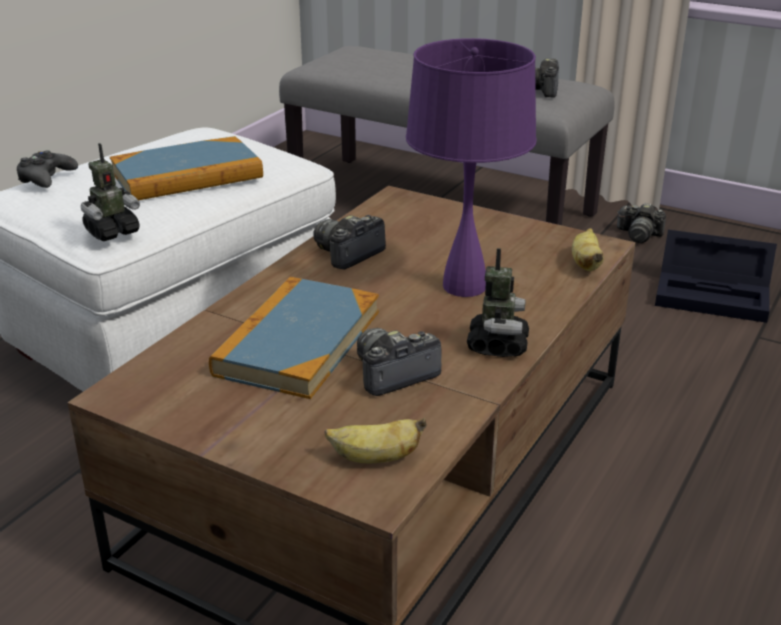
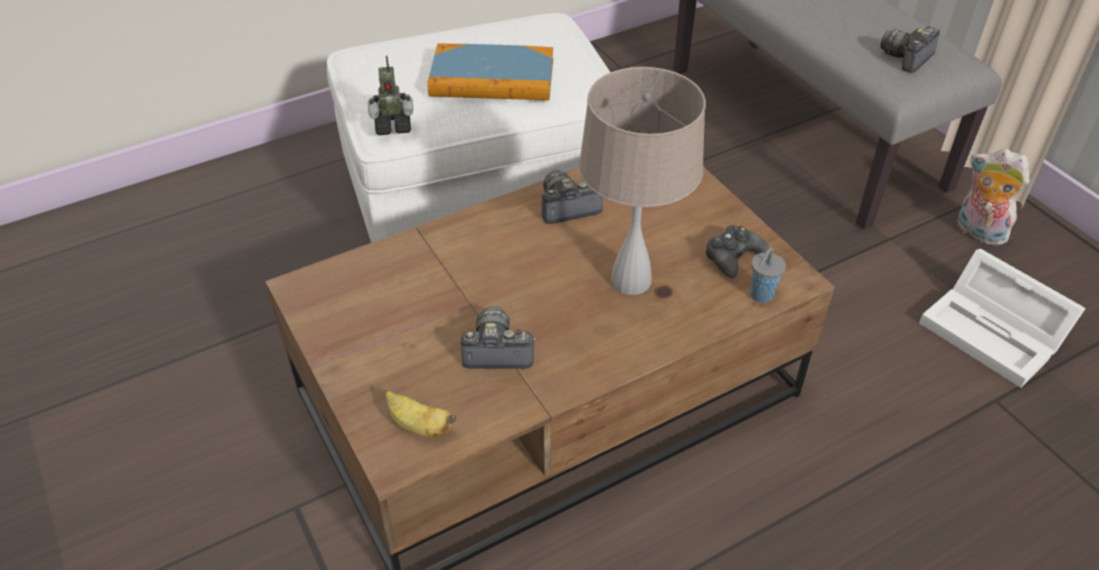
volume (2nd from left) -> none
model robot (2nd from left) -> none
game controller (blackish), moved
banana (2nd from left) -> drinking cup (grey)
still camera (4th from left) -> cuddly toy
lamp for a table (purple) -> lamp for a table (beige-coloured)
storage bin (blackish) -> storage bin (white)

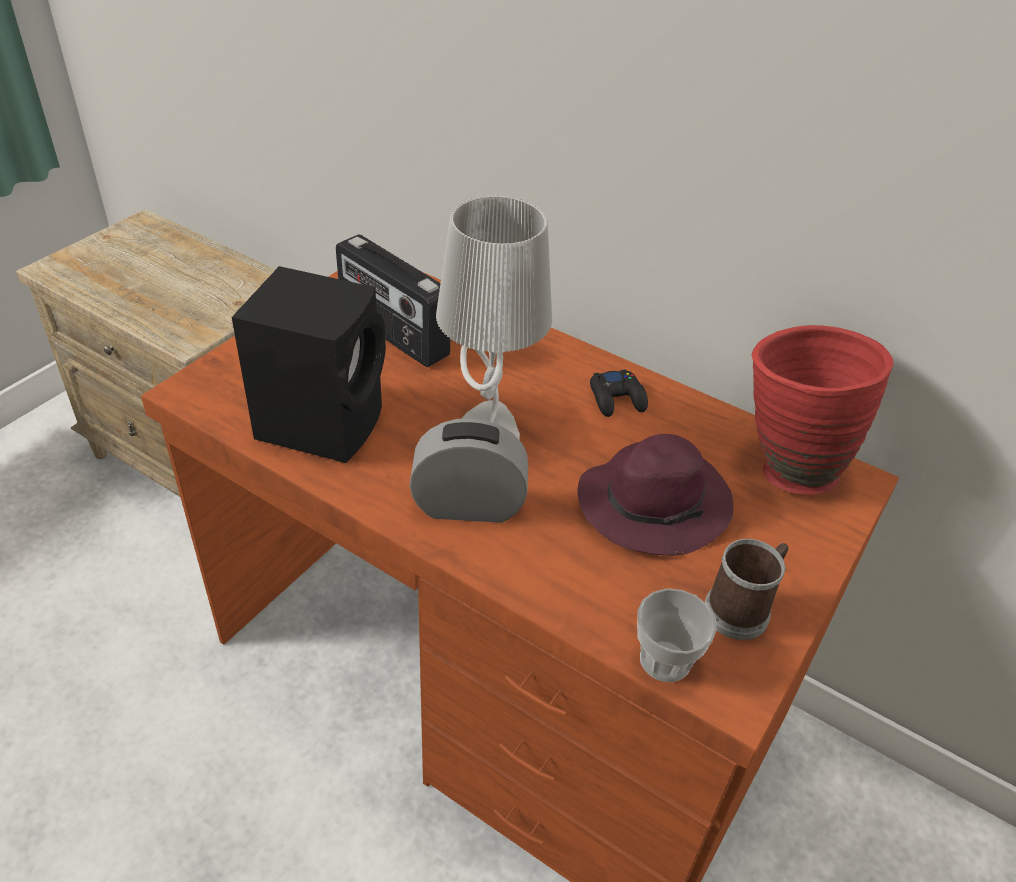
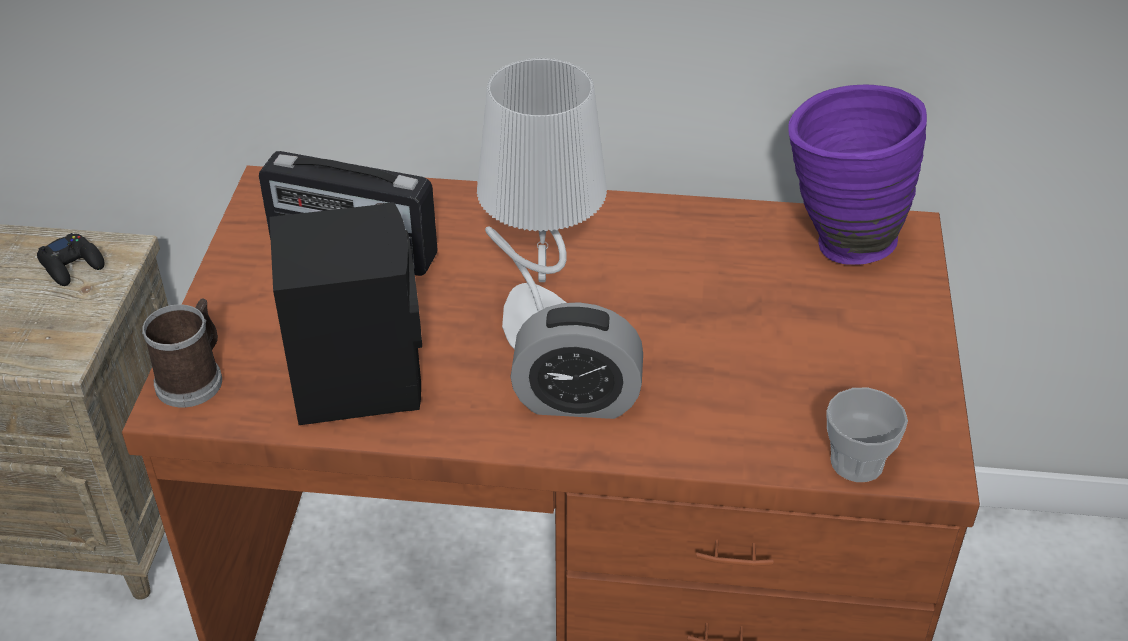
hat (purple) -> none
game controller (blackish), moved
coffee mug, moved
decorative vase (red) -> decorative vase (purple)
bedside clock, 150 degrees counterclockwise

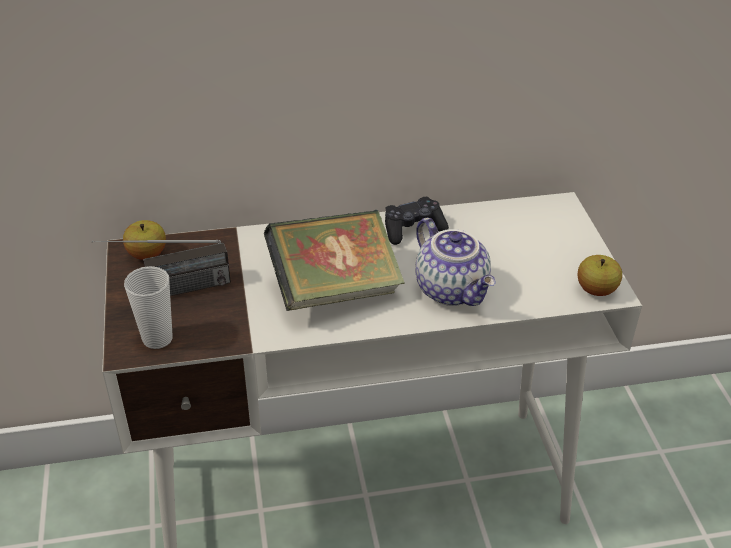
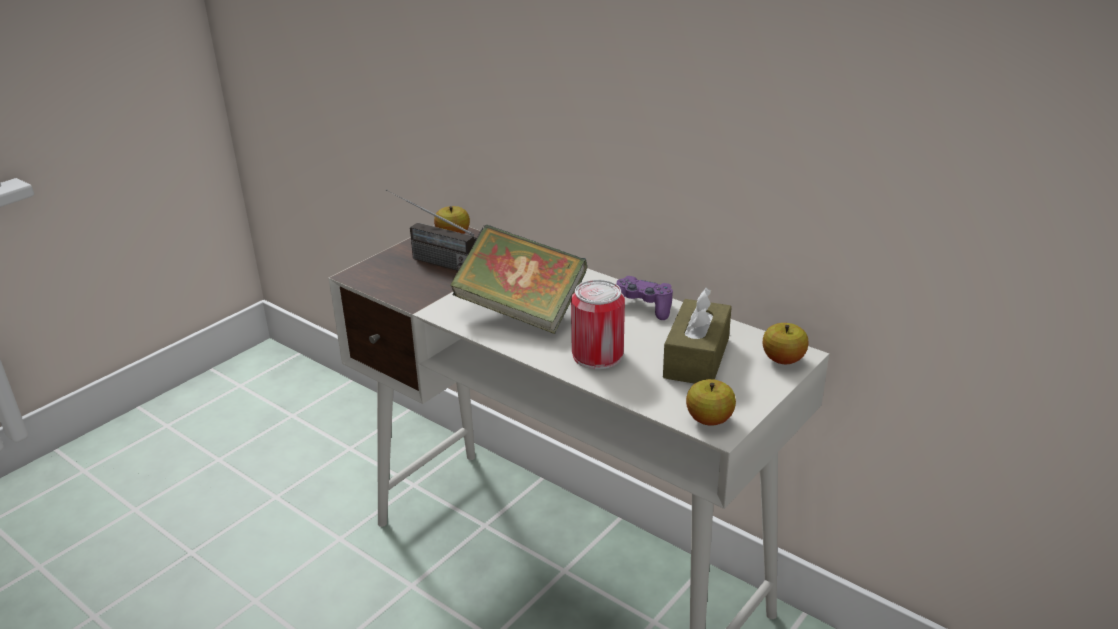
drinking cup -> none
none -> tissue holder (brownish)
none -> apple (3rd from left)
pot for tea -> metal can
game controller (blackish) -> game controller (purple)

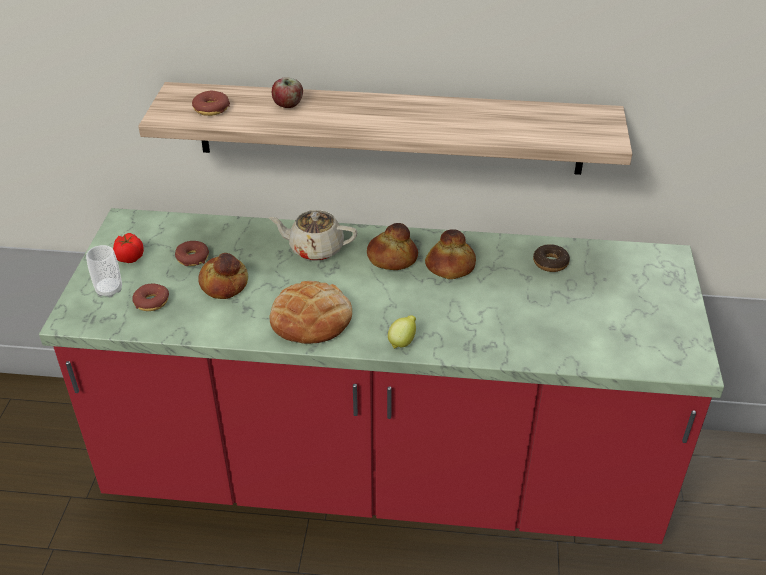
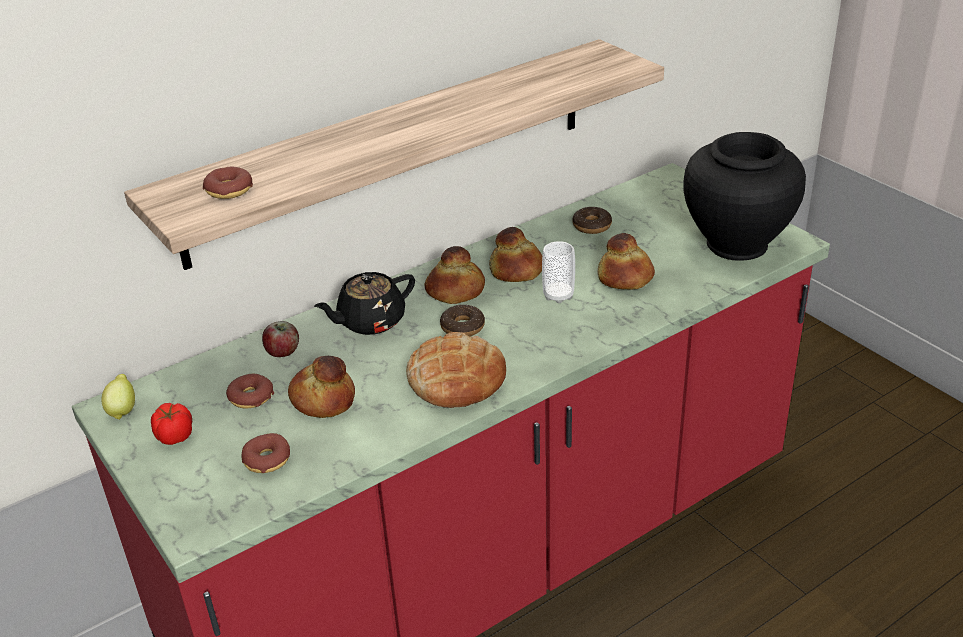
none -> donut (4th from left)
none -> bread (5th from left)
none -> decorative vase (blackish)
drinking cup, moved
apple, moved
lemon, moved
pot for tea (beige-coloured) -> pot for tea (blackish)

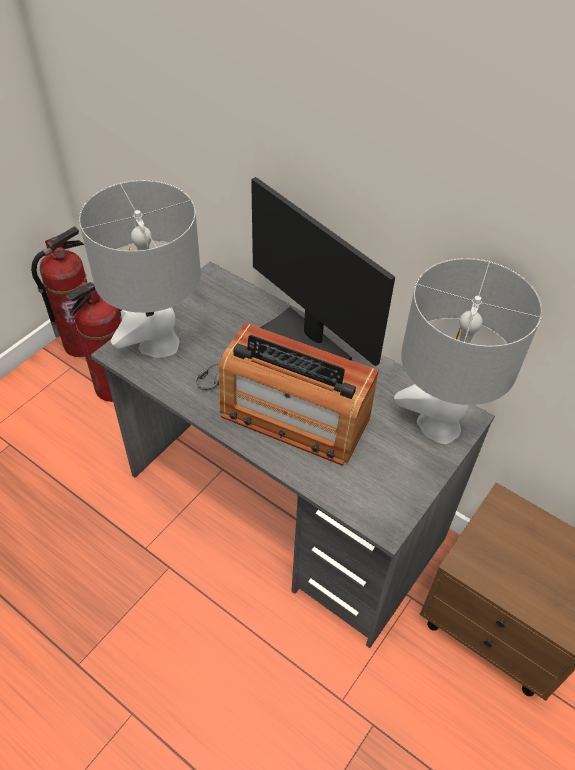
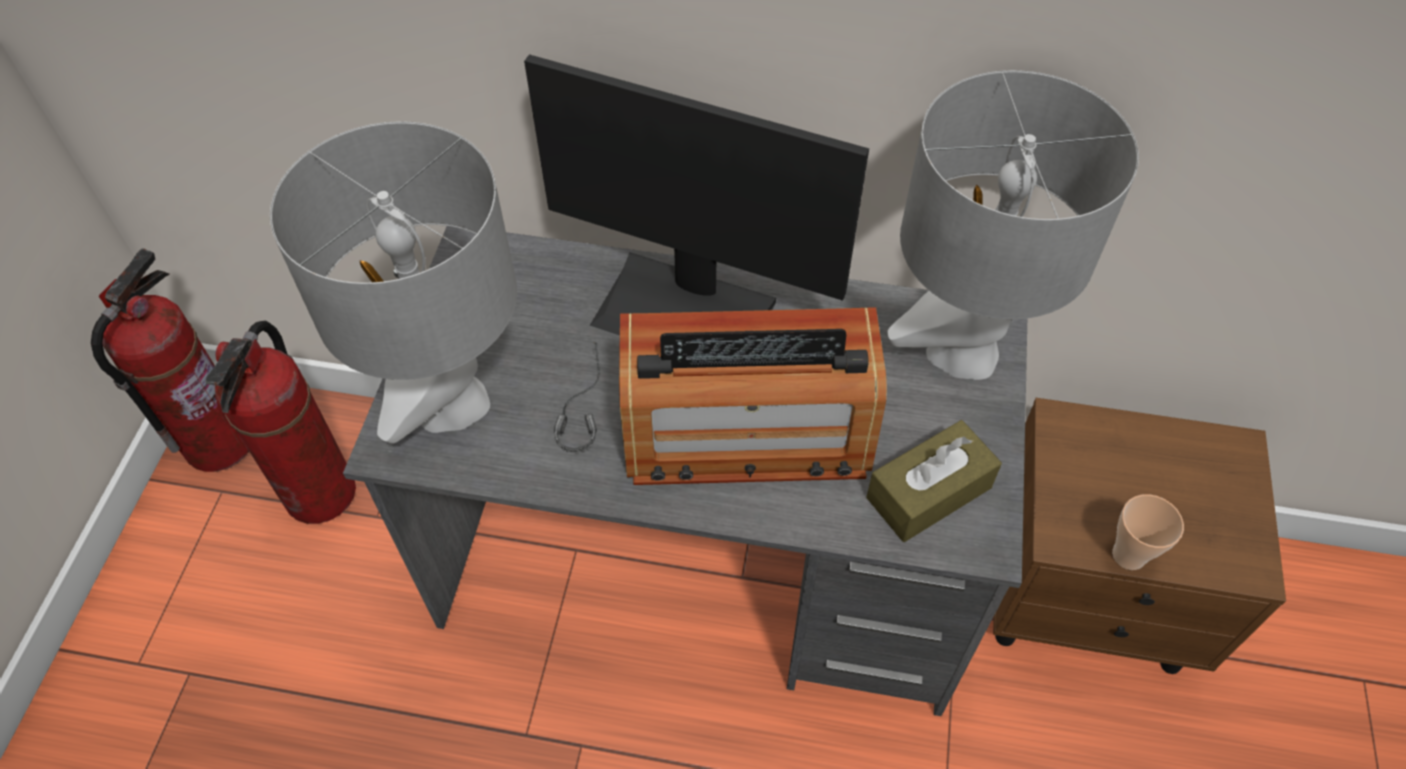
none -> tissue holder (brownish)
none -> drinking cup

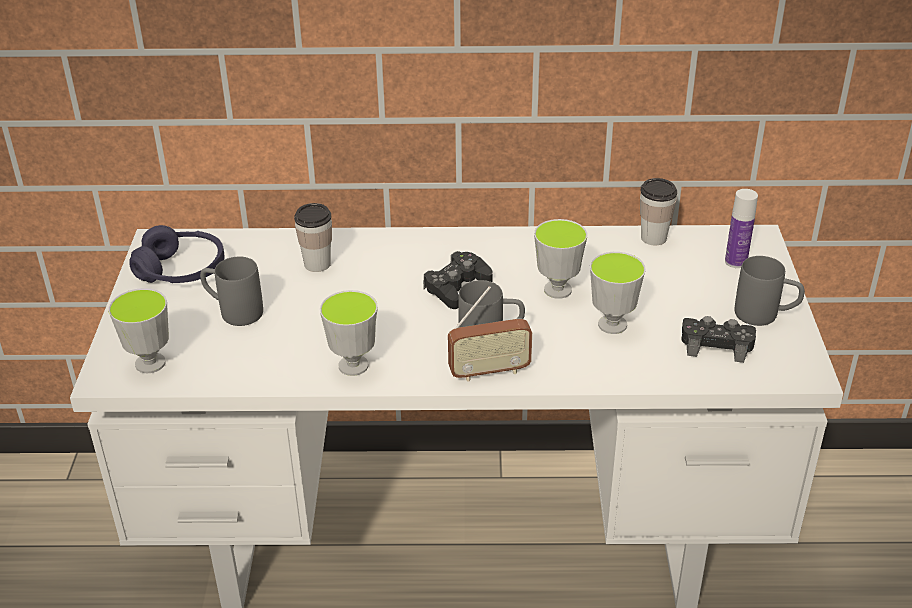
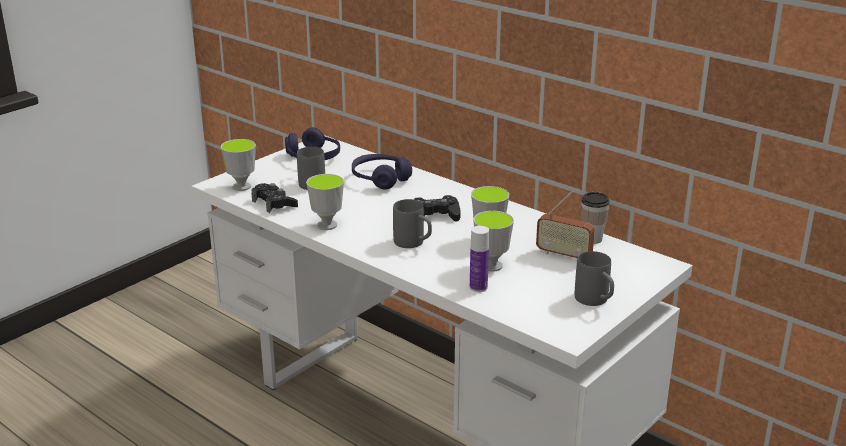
radio, moved
game controller (blackish) (2nd from left in the first image) -> game controller (blackish) (1st from left), moved
bottle, moved
drinking cup (2nd from left) -> pair of headphones (purple) (2nd from left)

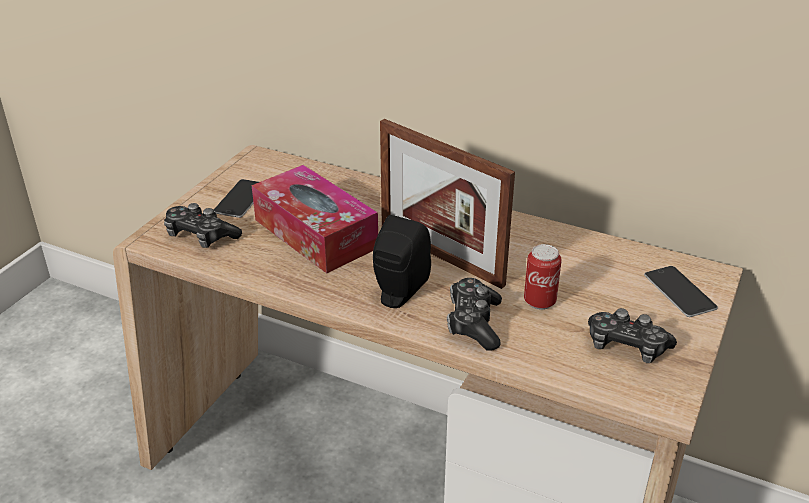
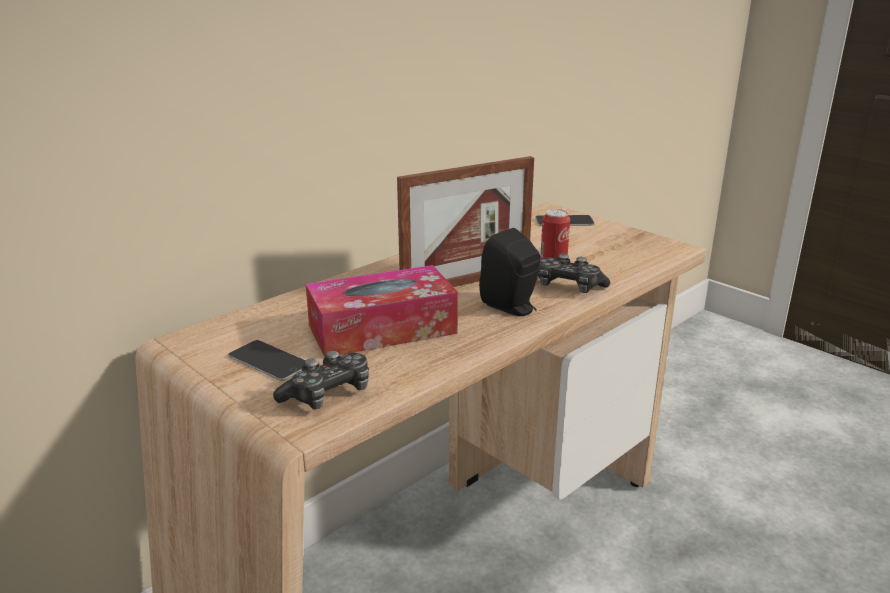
game controller (3rd from left) -> none

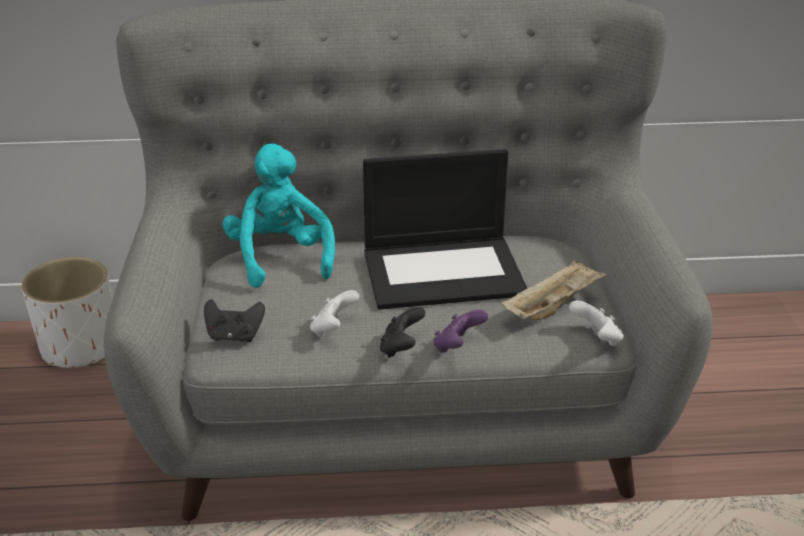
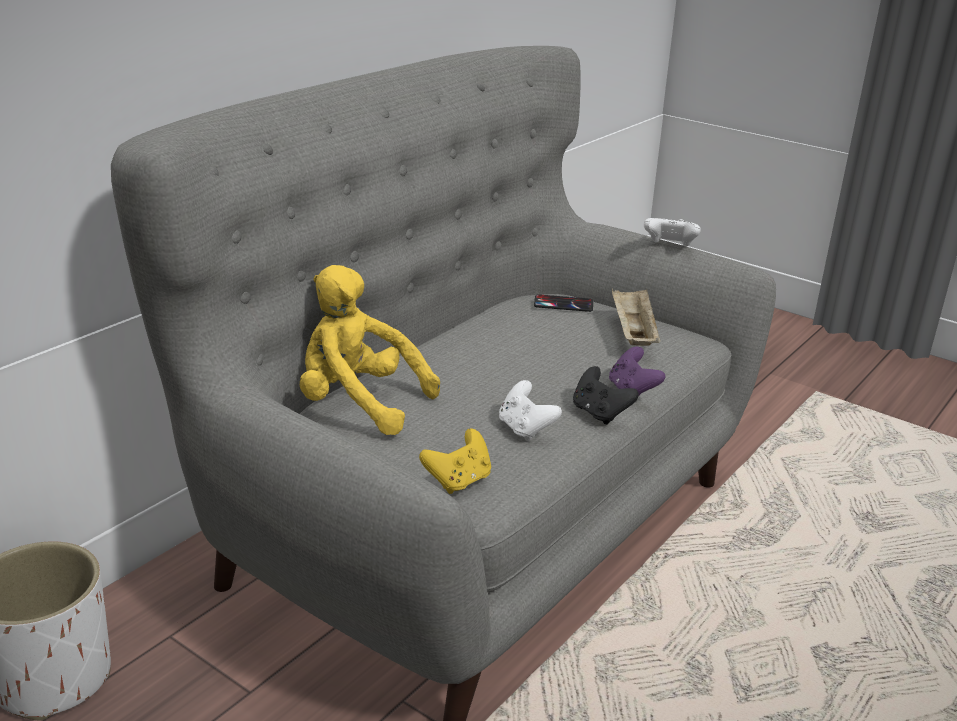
notebook computer -> none
none -> phone
game controller (white) (2nd from left), moved
game controller (blackish) (1st from left) -> game controller (yellow-coloured)
cuddly toy (turquoise) -> cuddly toy (yellow-coloured)

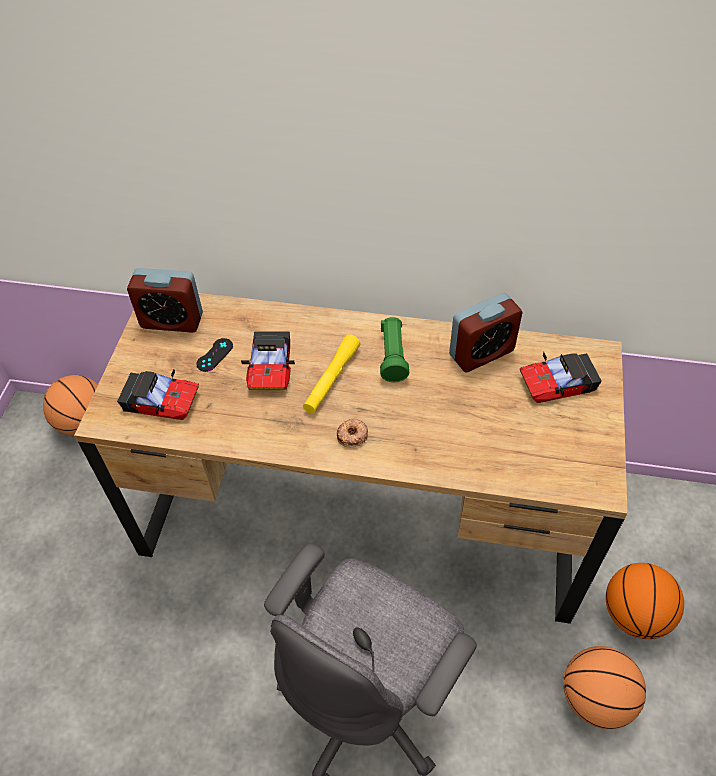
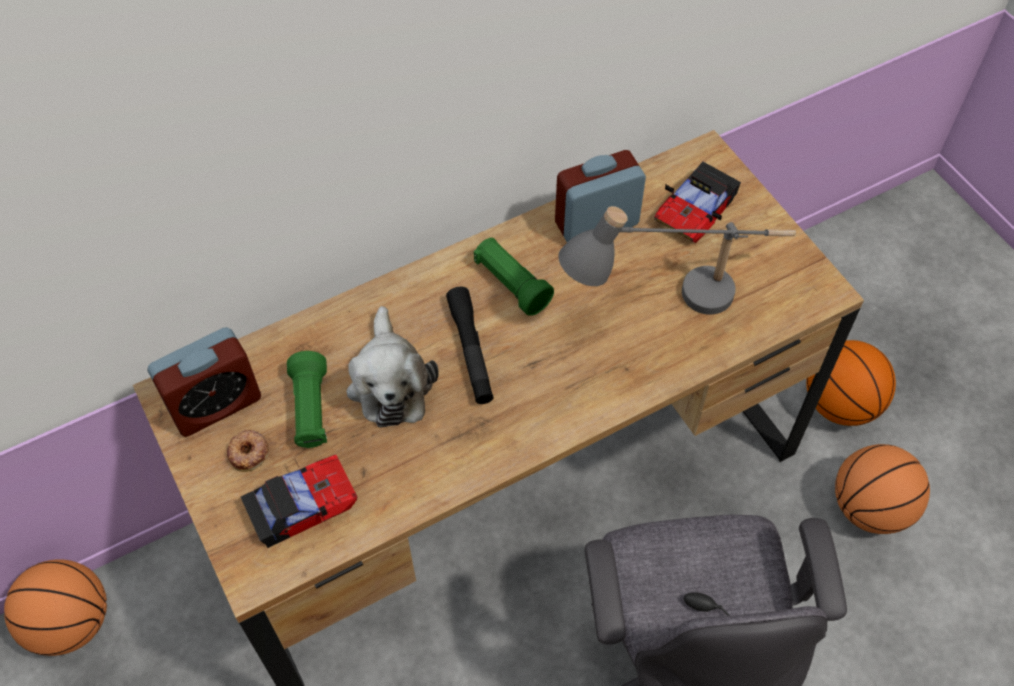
none -> lamp for a table (grey)
donut, moved
game controller (blackish) -> torch (greenish) (1st from left)
miniature car (2nd from left) -> cuddly toy
torch (yellow-coloured) -> torch (blackish)
bedside clock (2nd from left), 135 degrees counterclockwise

